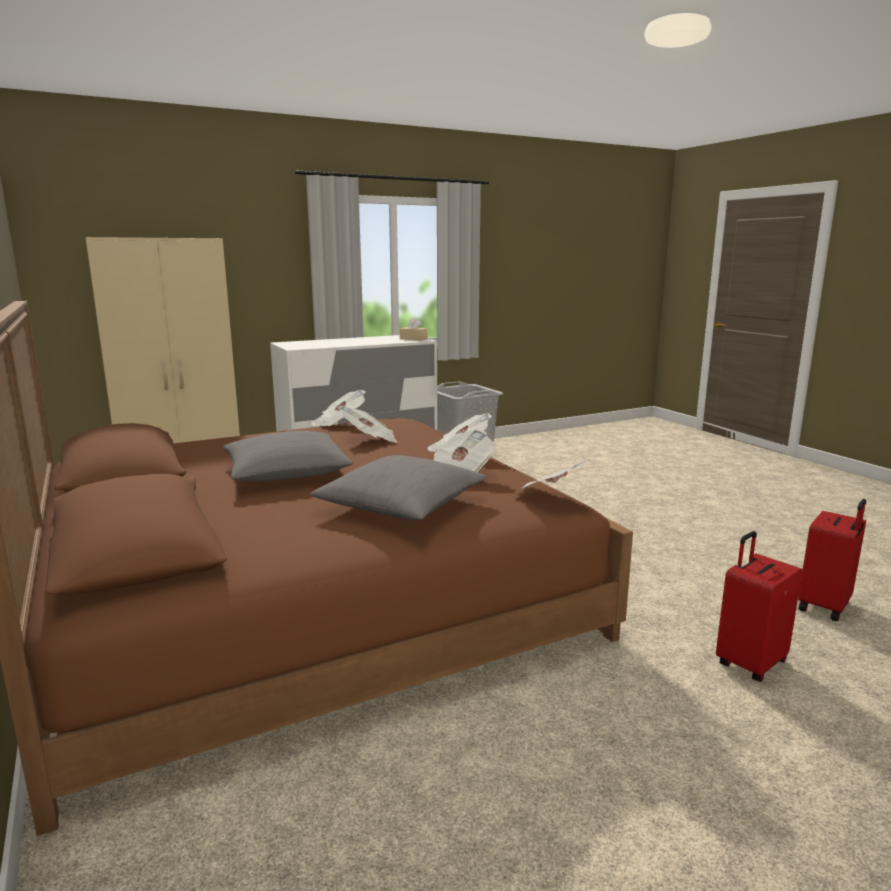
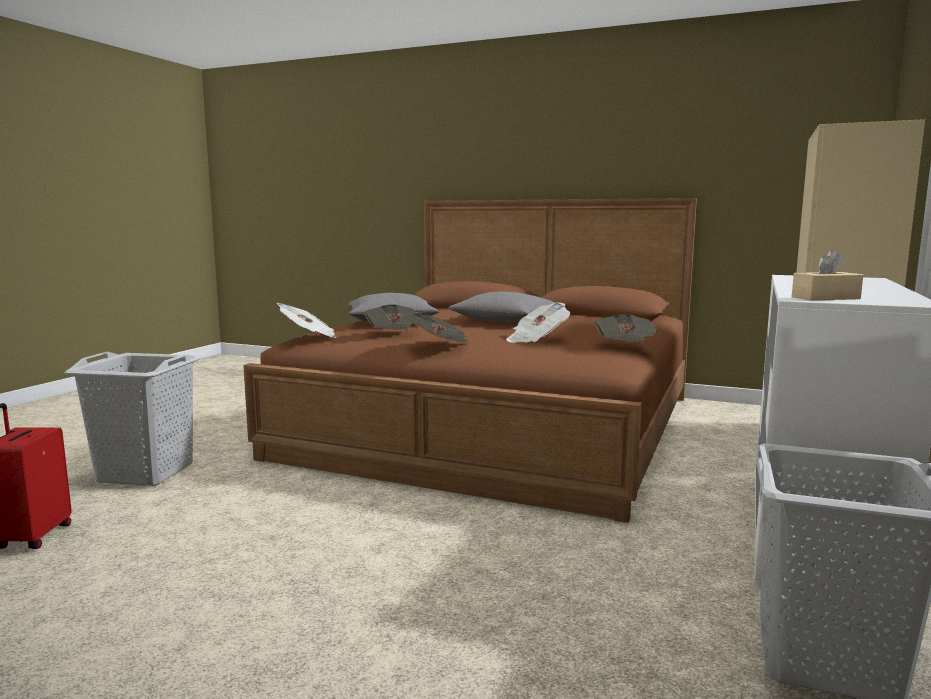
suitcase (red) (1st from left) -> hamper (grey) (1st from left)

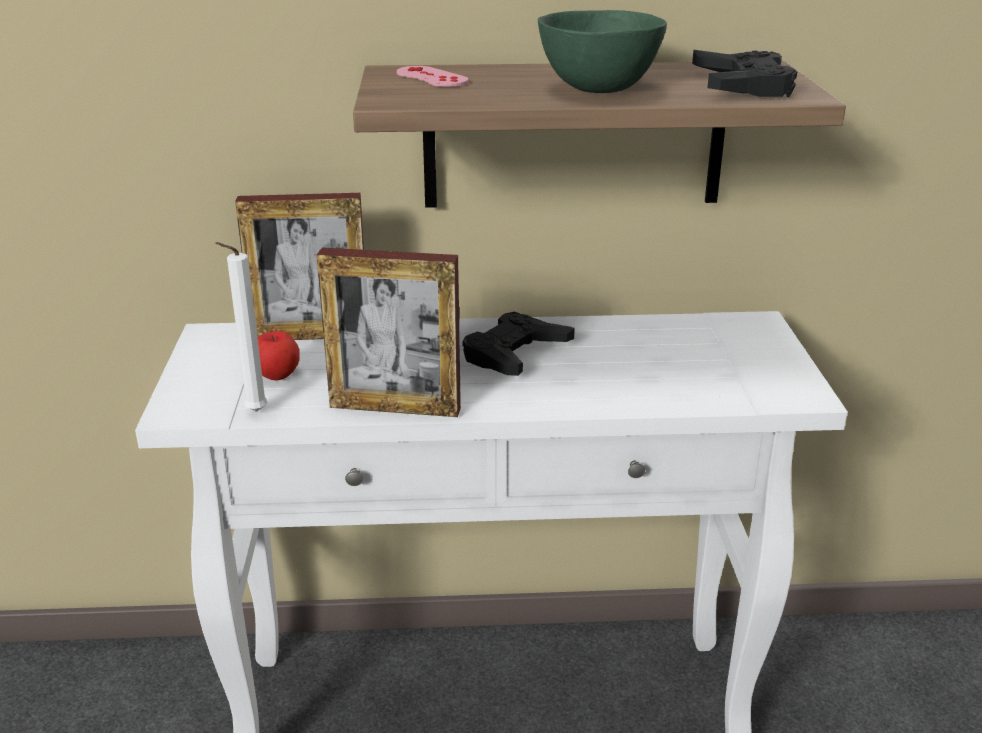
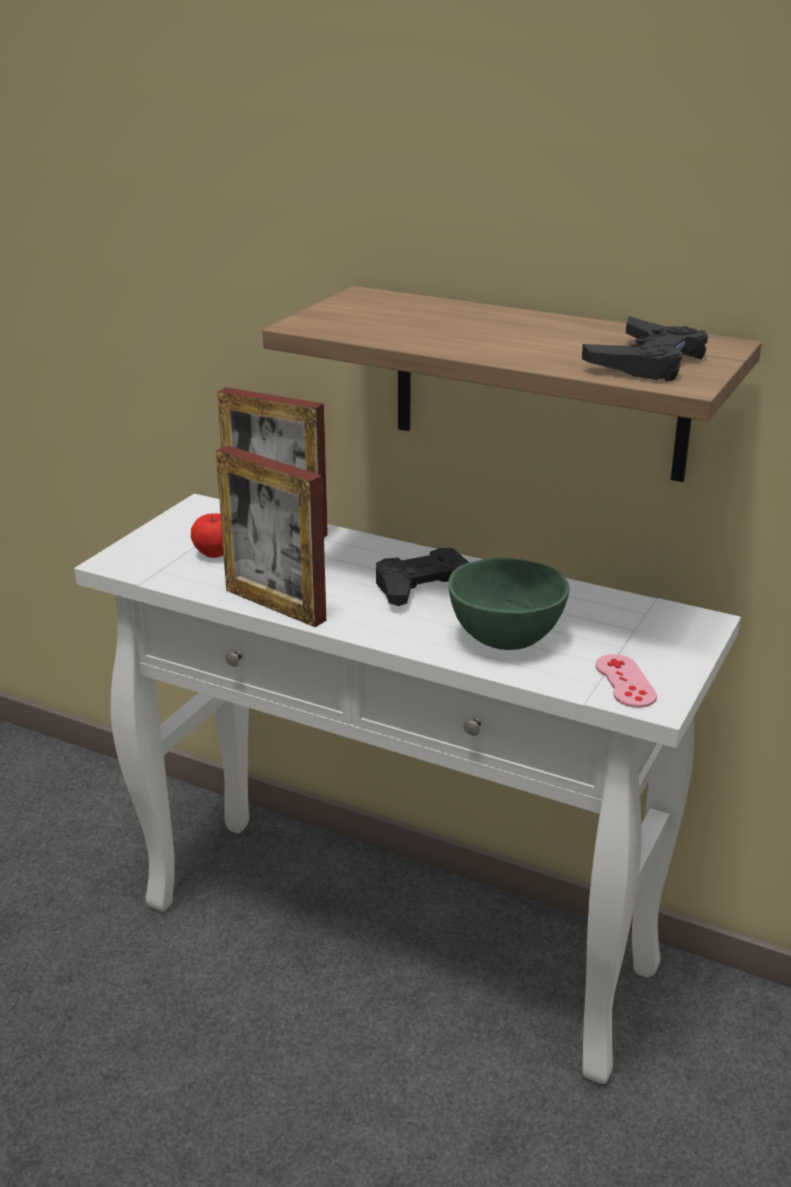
wax candle (white) -> none
game controller (pink), moved
serving bowl (greenish), moved

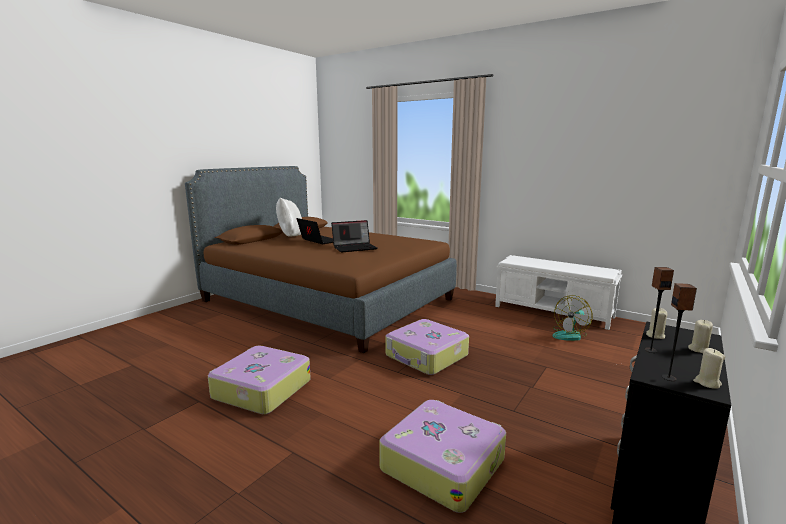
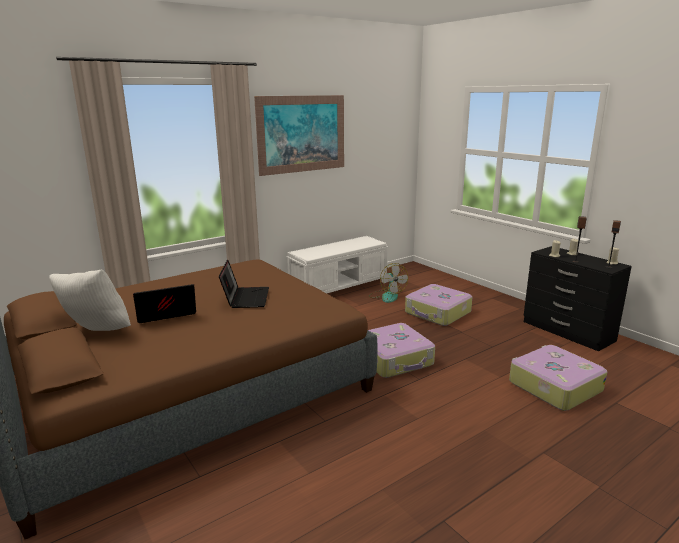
none -> wall picture
suitcase (1st from left in the first image) -> suitcase (2nd from left), moved

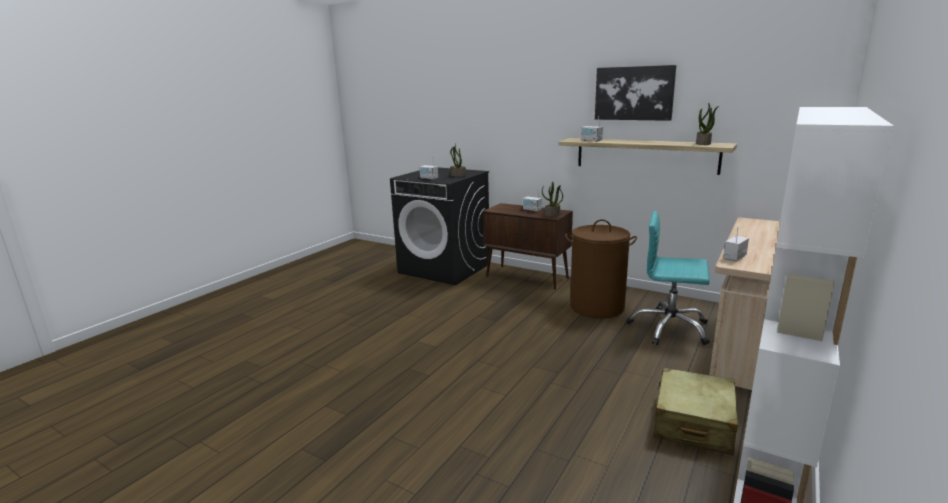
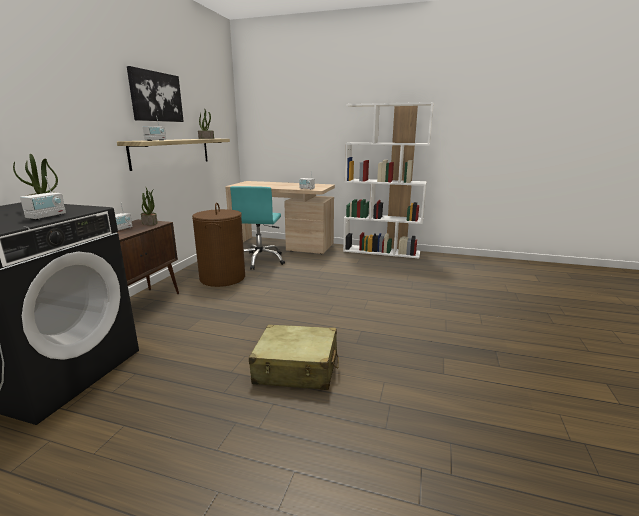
suitcase (beige-coloured), moved

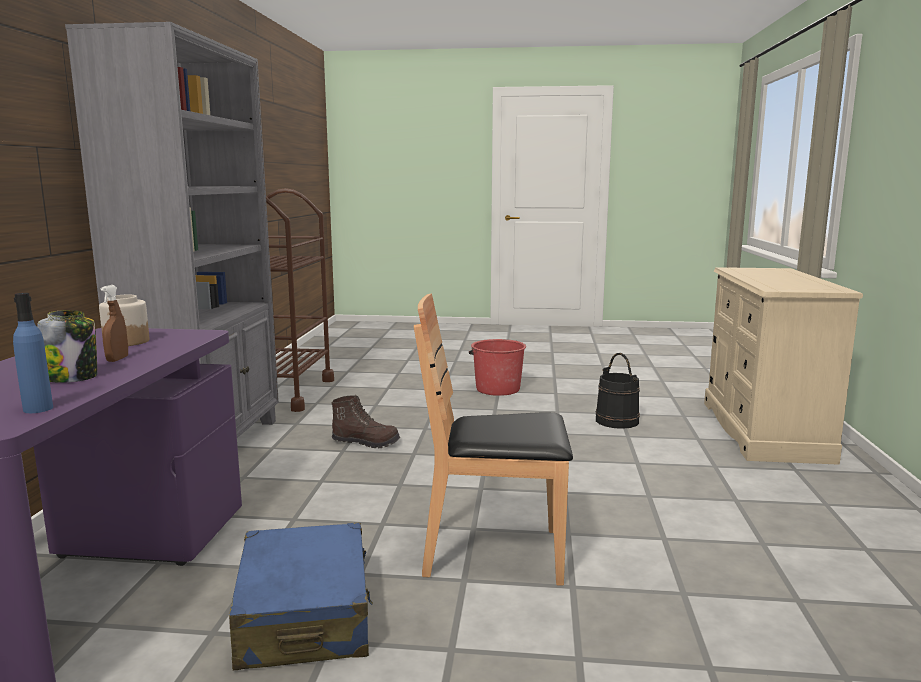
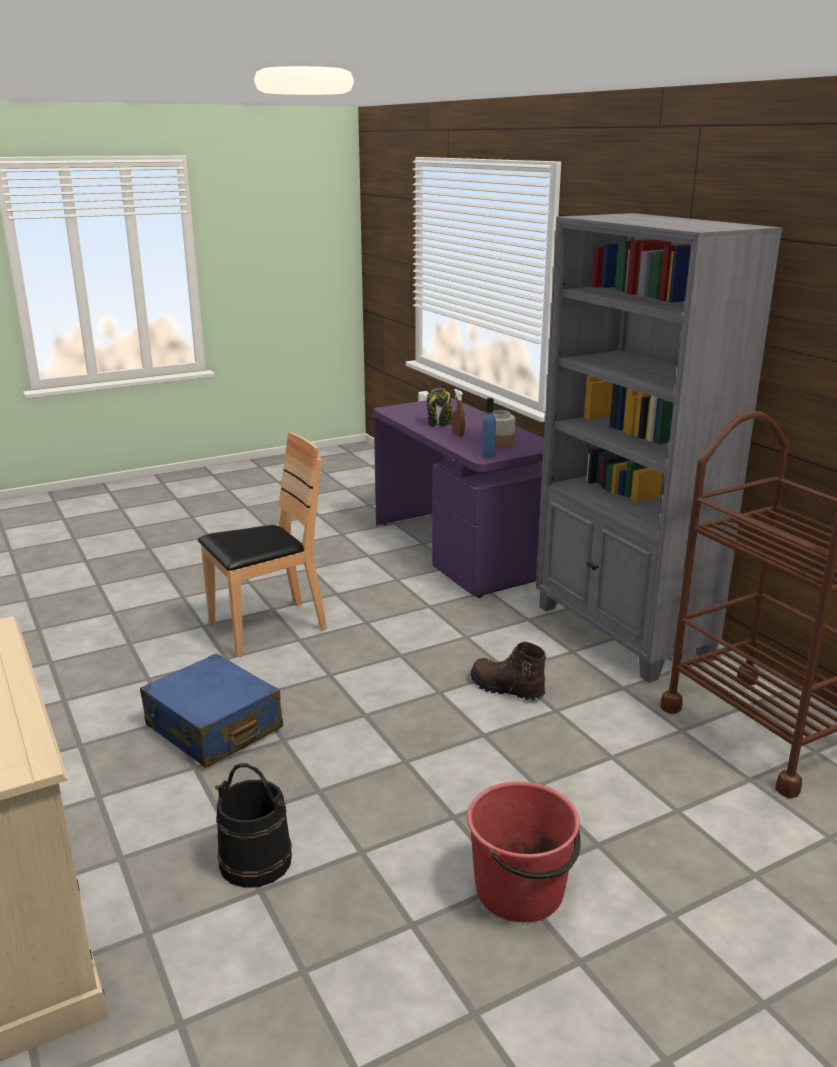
bottle (bluish), moved
suitcase (bluish), moved
tall boot (brownish), 60 degrees clockwise

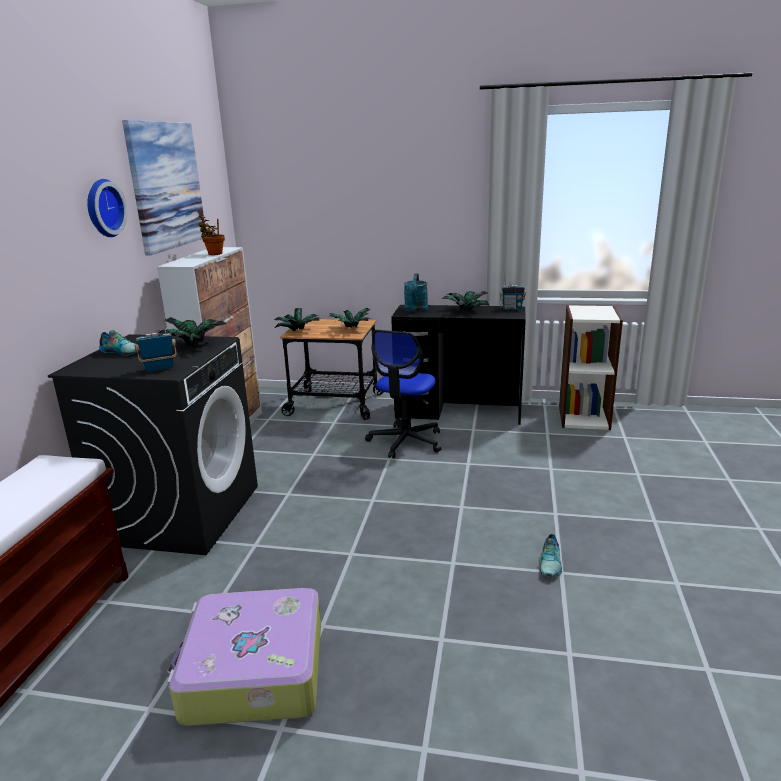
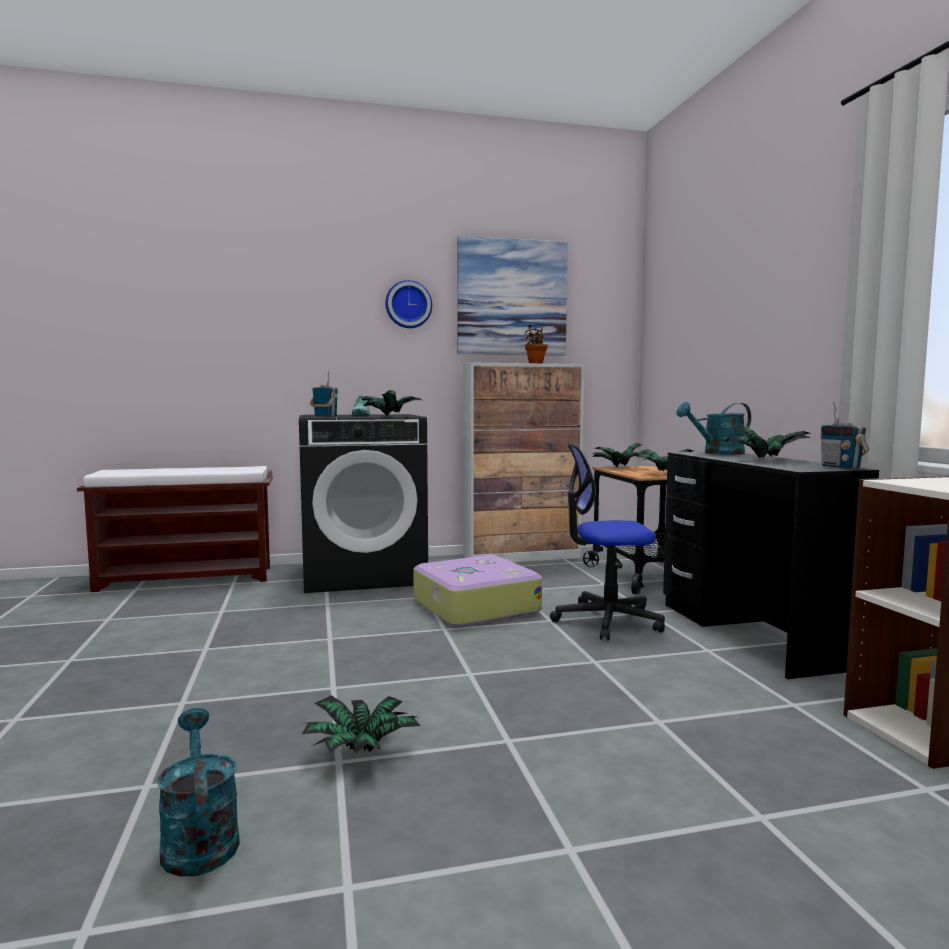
none -> watering can (turquoise) (1st from left)
suitcase, moved
low shoe (2nd from left) -> potted plant (1st from left)

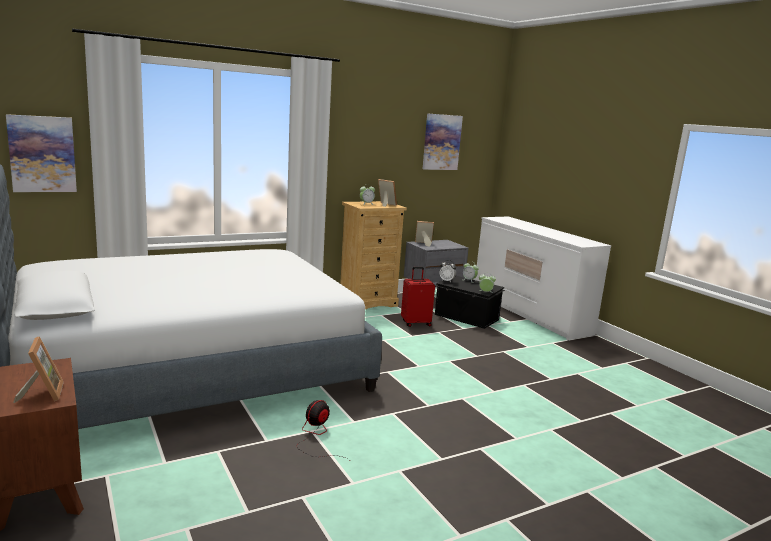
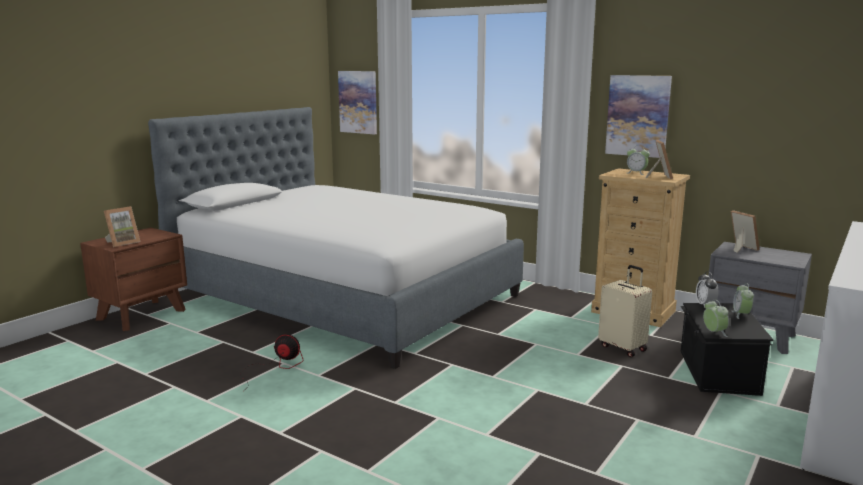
wall picture (2nd from left), moved
suitcase (red) -> suitcase (beige-coloured)

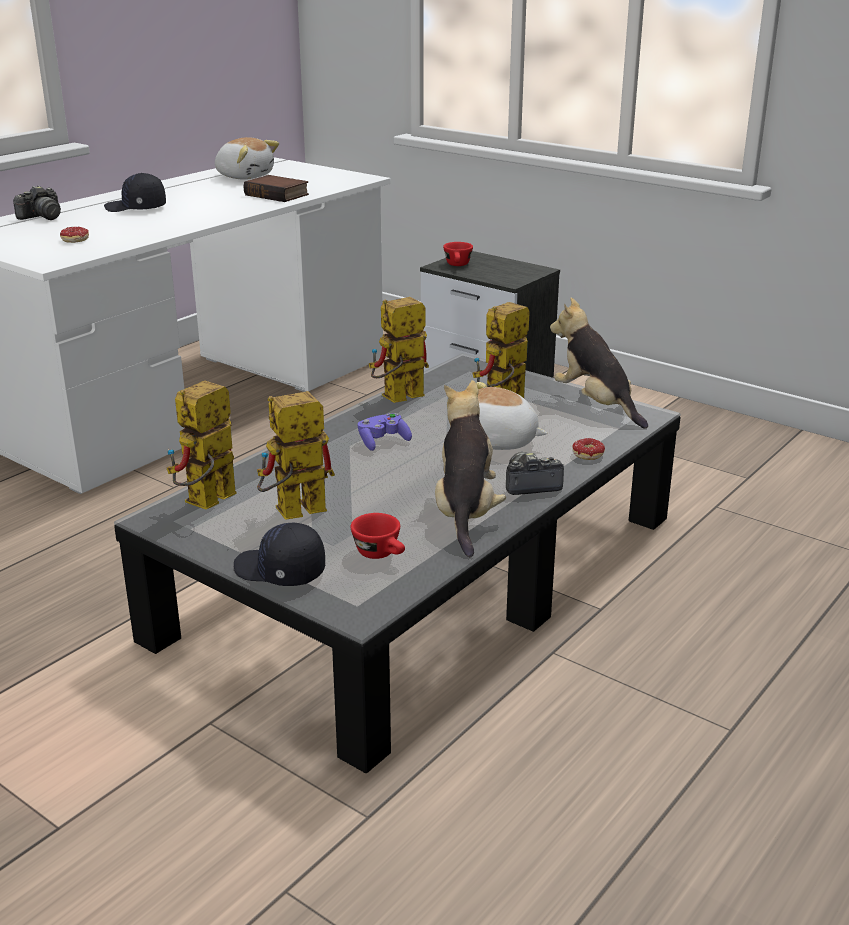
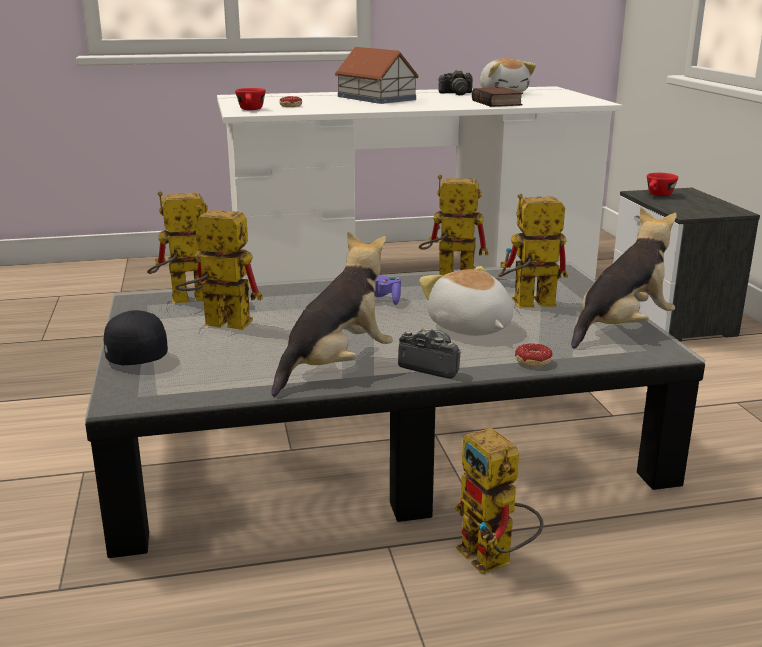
none -> model robot (4th from left)
still camera (1st from left in the first image) -> still camera (2nd from left), moved
drinking cup (red) (1st from left), moved
peaked cap (blackish) (1st from left) -> toy house
cuddly toy (4th from left), 45 degrees clockwise

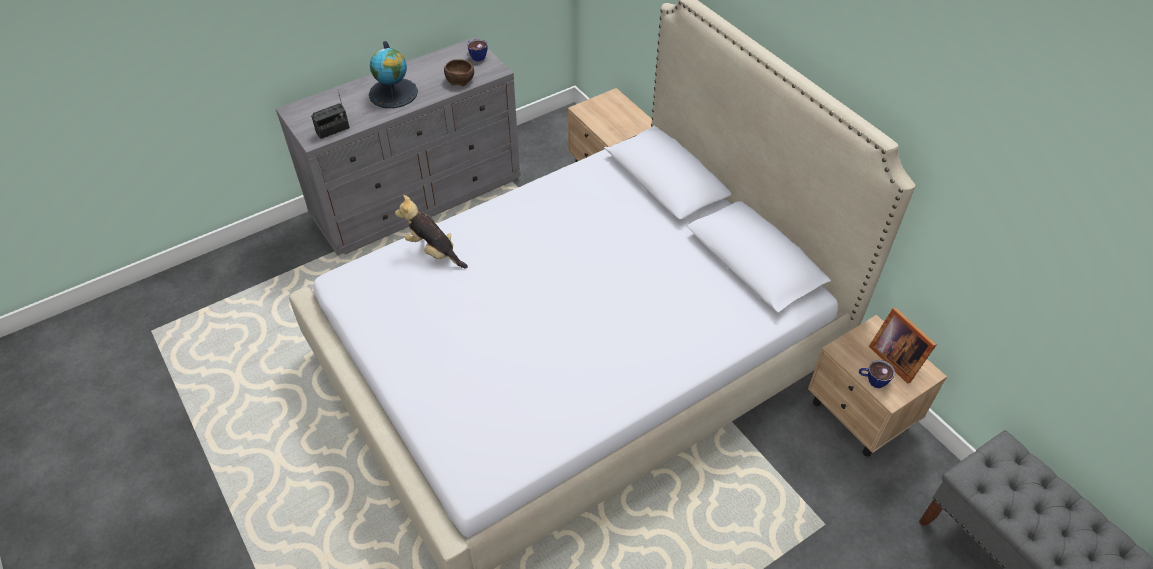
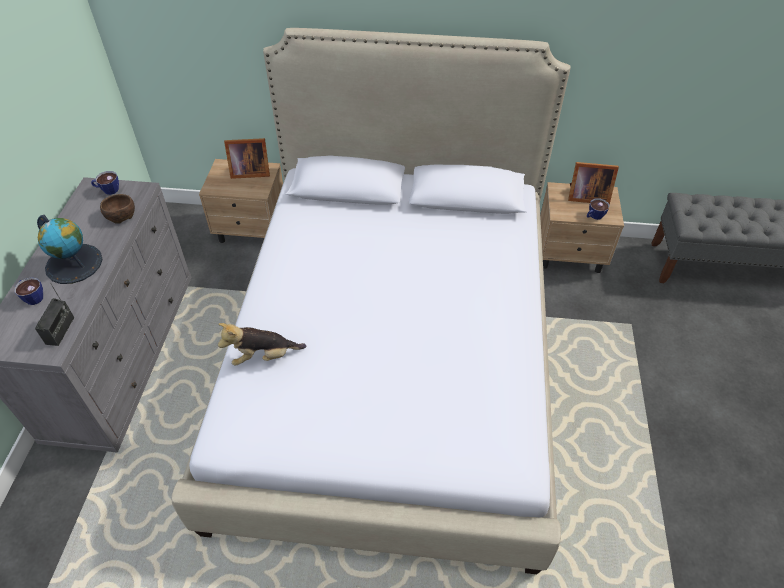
none -> drinking cup (1st from left)
none -> picture frame (1st from left)

